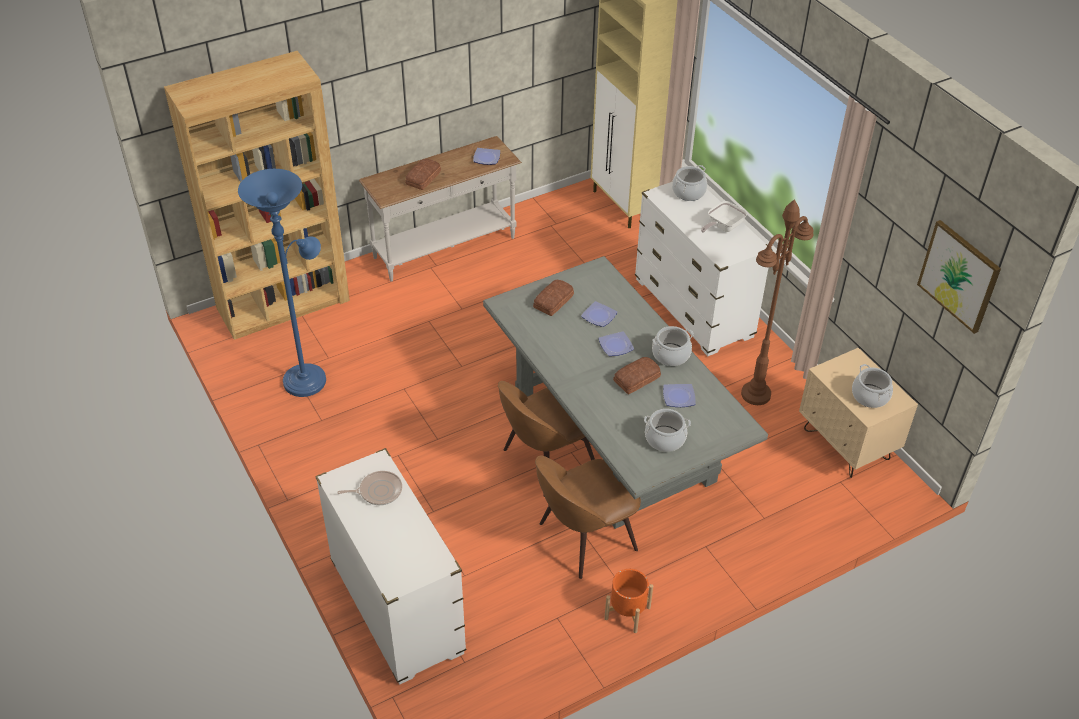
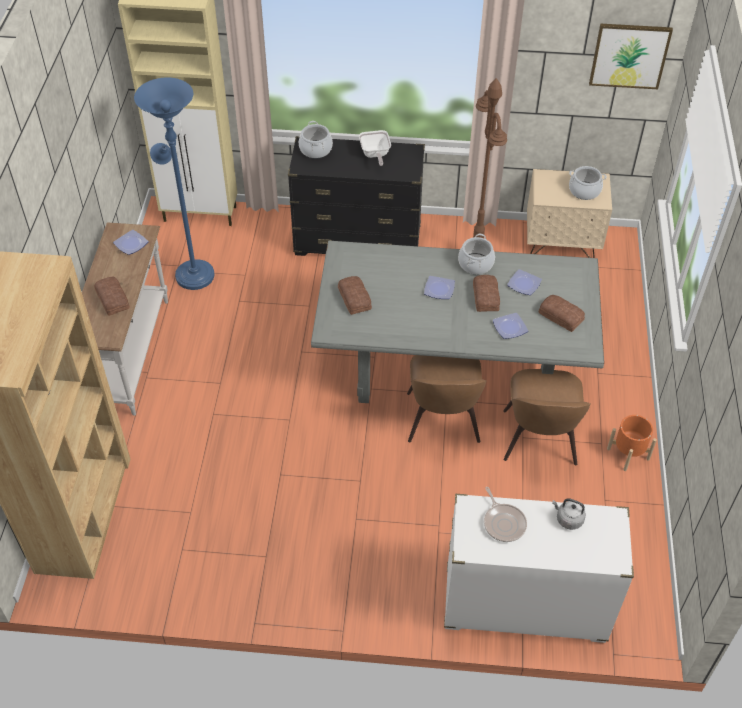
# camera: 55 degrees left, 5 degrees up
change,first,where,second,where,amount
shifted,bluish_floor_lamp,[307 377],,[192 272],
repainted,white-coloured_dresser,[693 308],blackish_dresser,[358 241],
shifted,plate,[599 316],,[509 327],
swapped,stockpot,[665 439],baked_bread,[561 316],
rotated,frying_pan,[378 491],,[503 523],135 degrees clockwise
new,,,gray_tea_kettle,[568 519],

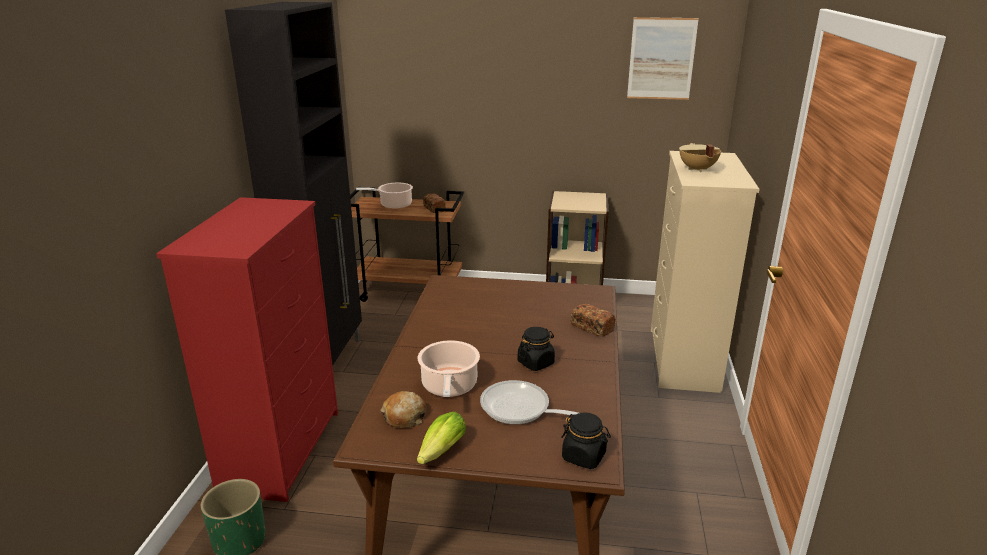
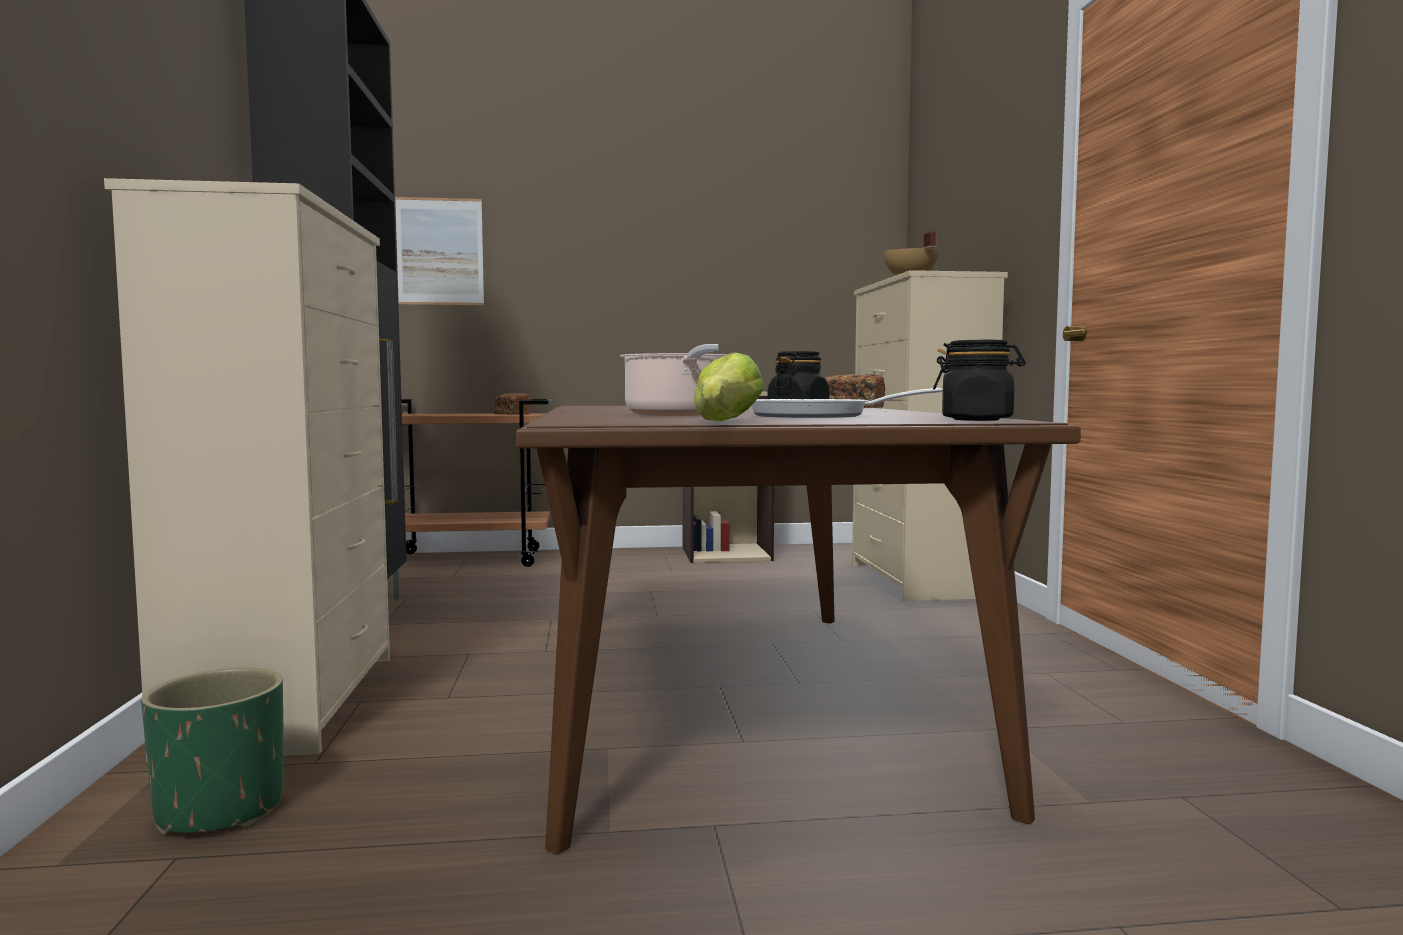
# camera: 15 degrees left, 20 degrees down
change,first,where,second,where,amount
shifted,wall_art,[661 59],,[440 251],
gone,stockpot,[394 205],,,
repainted,red_dresser,[283 449],beige-coloured_dresser,[290 701],
gone,baked_bread,[404 416],,,

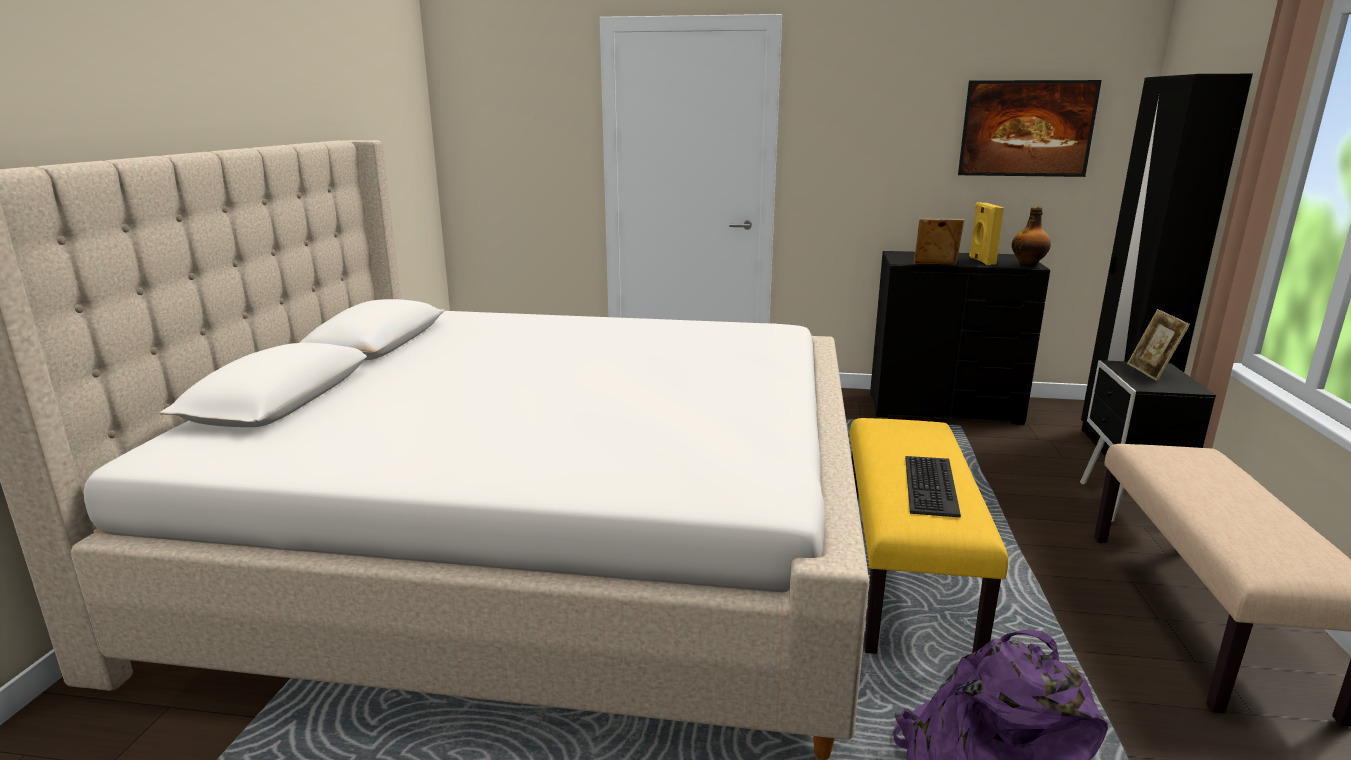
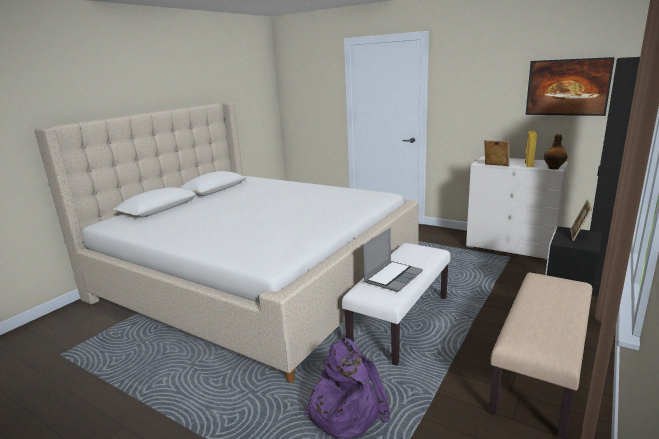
# camera: 25 degrees right, 0 degrees up
change,first,where,second,where,amount
repainted,blackish_dresser,[943 407],white-coloured_dresser,[511 246],
repainted,yellowish_bench,[903 573],white-coloured_bench,[400 321],
swapped,computer_keyboard,[929 486],laptop,[393 277],

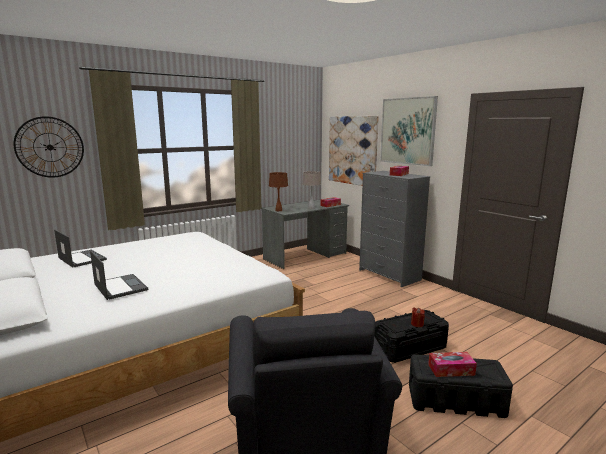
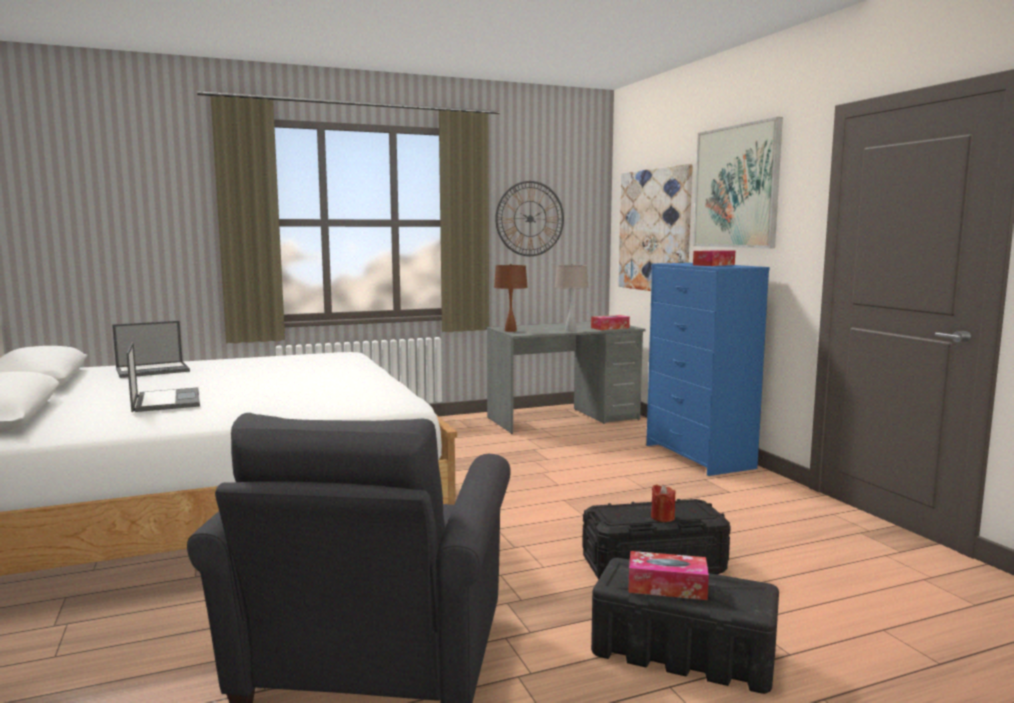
# camera: 15 degrees right, 5 degrees down
change,first,where,second,where,amount
shifted,hanging_clock,[50 147],,[530 218],
repainted,gray_dresser,[389 275],bluish_dresser,[699 456],
rotated,laptop,[82 259],,[153 370],90 degrees clockwise

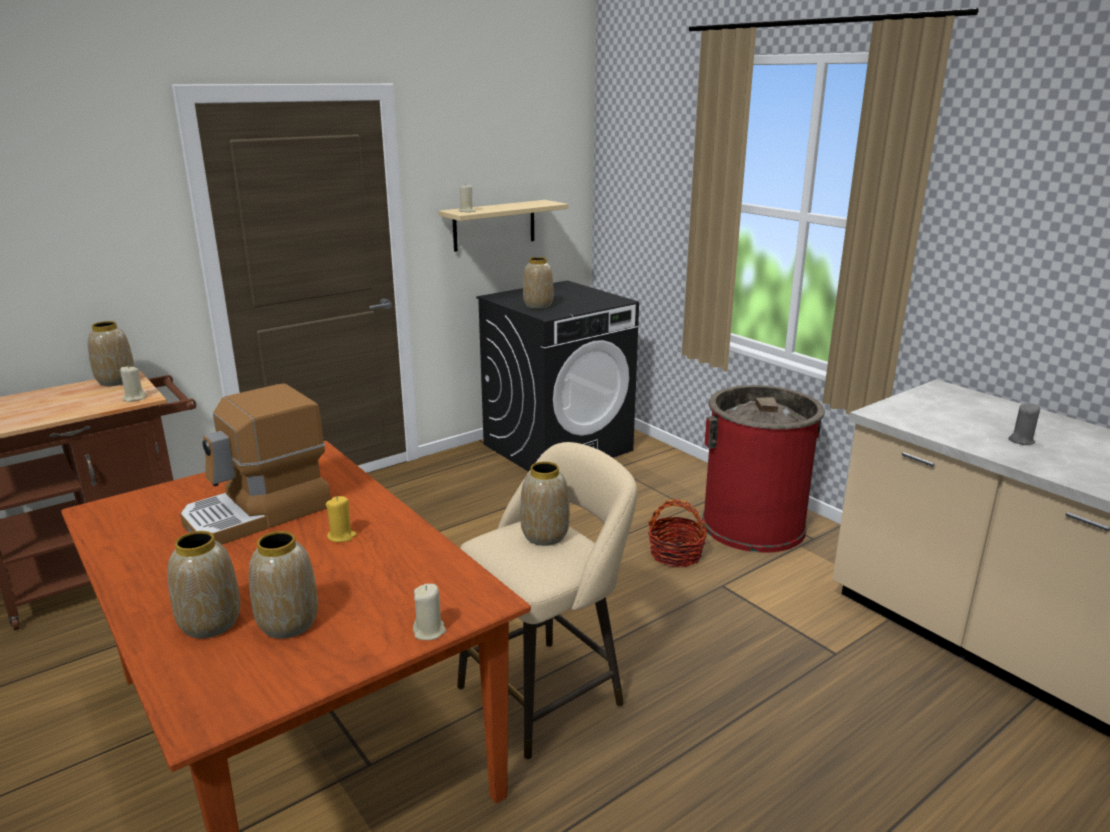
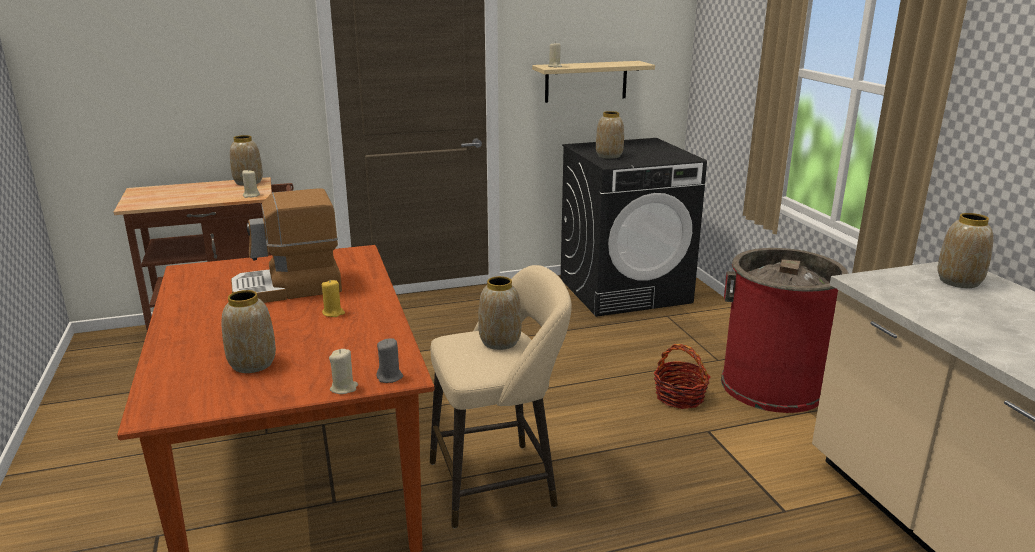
# camera: 20 degrees right, 0 degrees up
change,first,where,second,where,amount
shifted,gray_wax_candle,[1021 440],,[390 377],
shifted,flower_vase,[209 624],,[958 282],

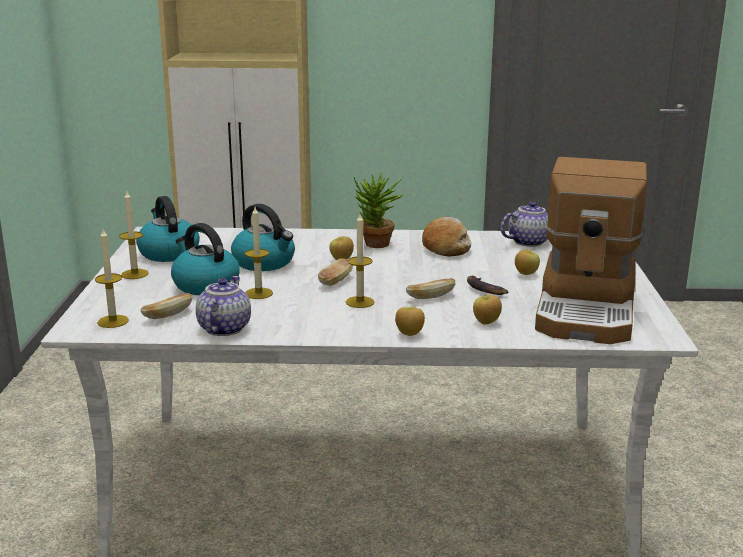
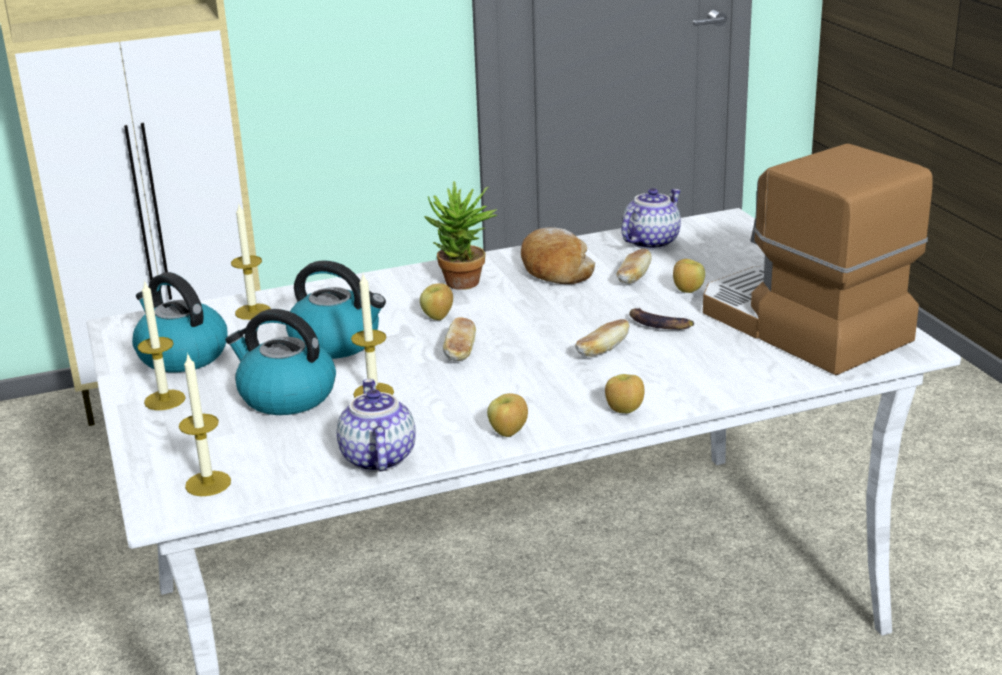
# camera: 20 degrees left, 5 degrees up
change,first,where,second,where,amount
rotated,coffee_maker,[588 309],,[800 326],150 degrees clockwise
shifted,wax_candle,[360 302],,[253 312],
shifted,baked_bread,[167 315],,[633 278],
shifted,apple,[486 322],,[508 433],

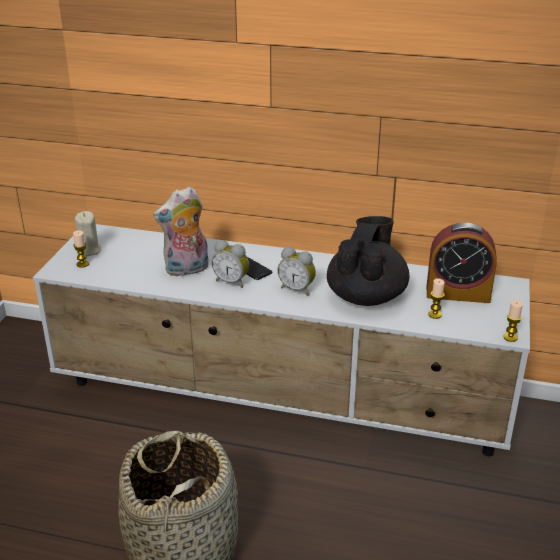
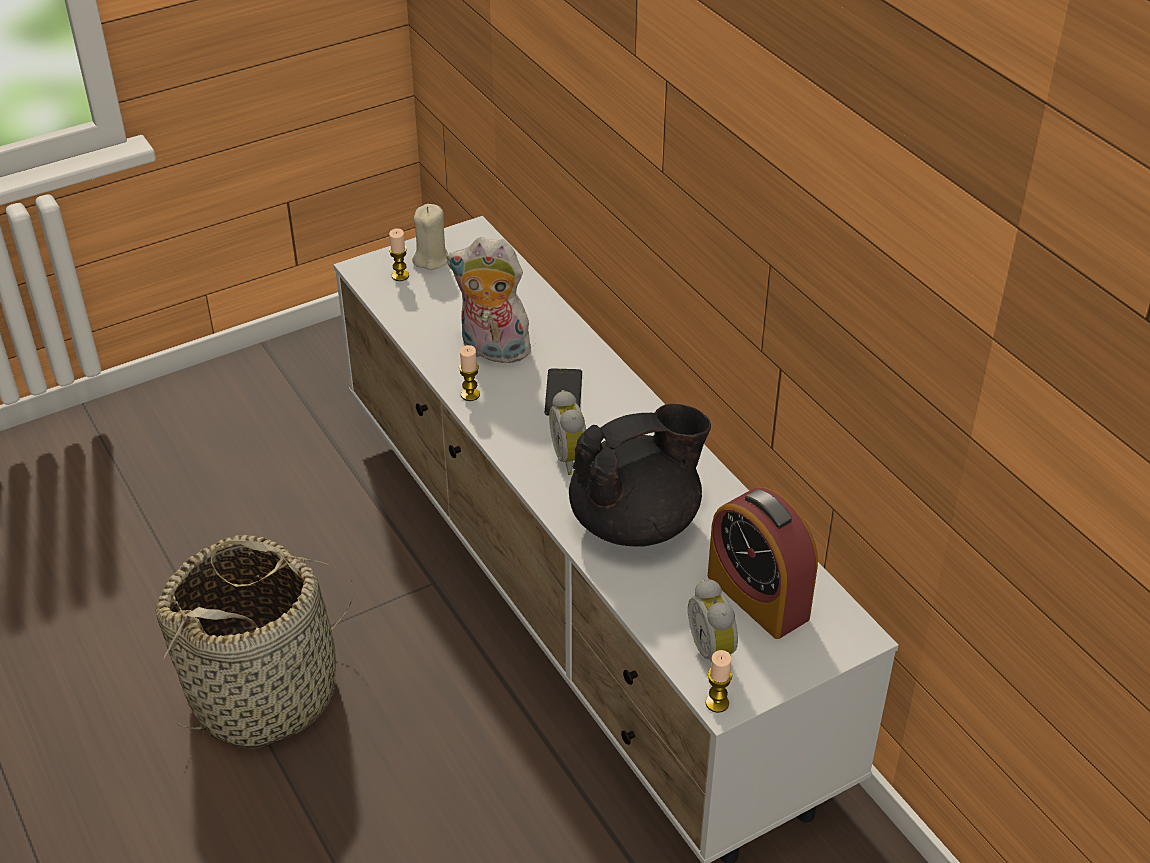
# camera: 45 degrees right, 10 degrees up
change,first,where,second,where,amount
shifted,alarm_clock,[232 282],,[714 650],
shifted,wax_candle,[435 315],,[470 395],

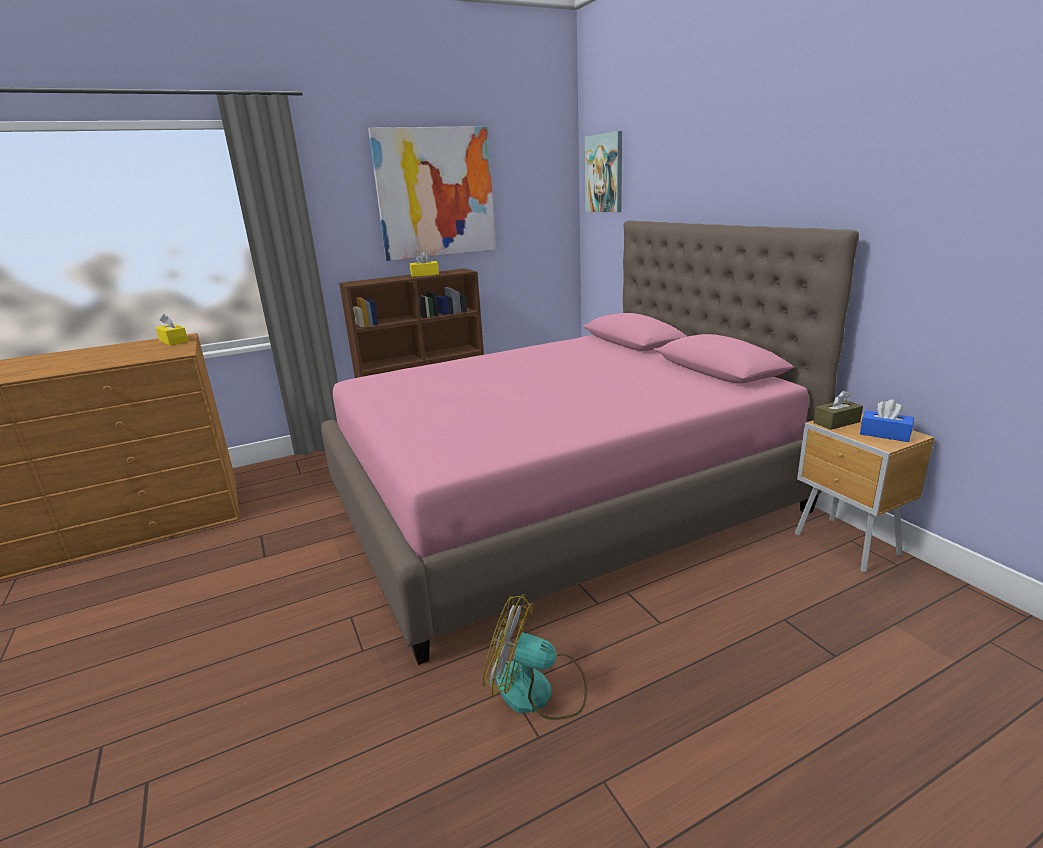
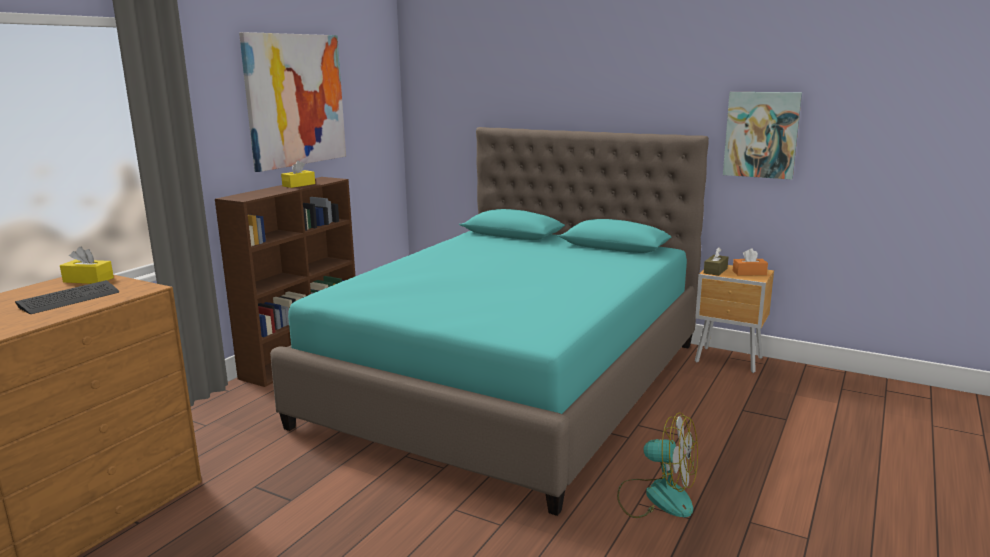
# camera: 35 degrees left, 5 degrees down
change,first,where,second,where,amount
shifted,wall_art,[604 173],,[761 134],
repainted,pink_sleeping_bed,[559 501],blue-green_sleeping_bed,[511 382],
repainted,bluish_tissue_holder,[885 434],orangey_tissue_holder,[749 273],
rotated,electric_fan,[537 691],,[657 497],135 degrees counterclockwise
new,,,computer_keyboard,[70 299],

